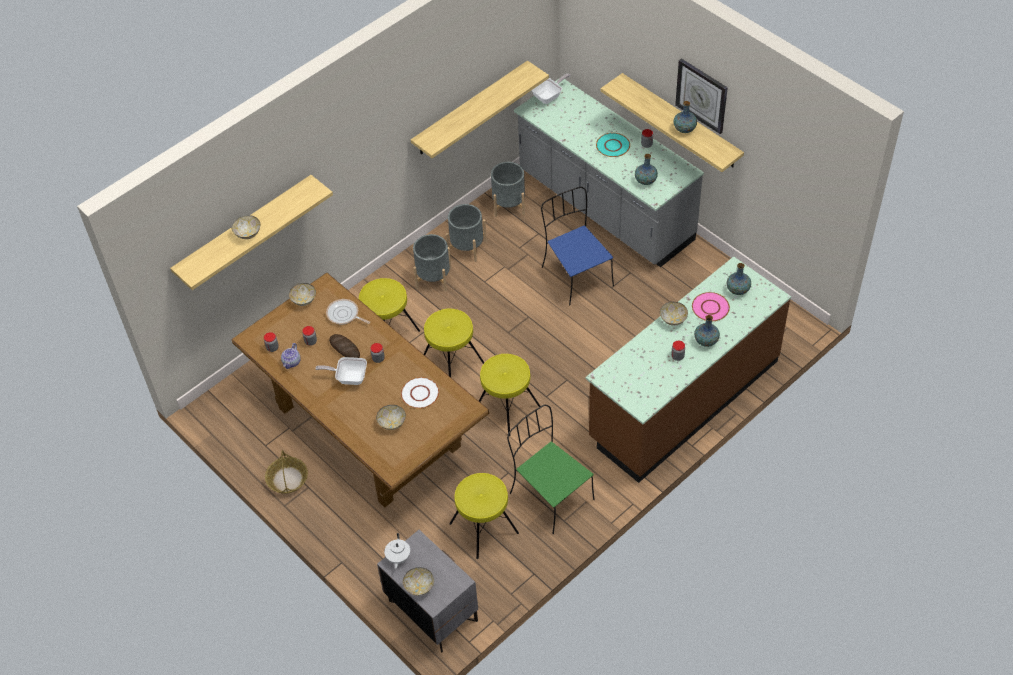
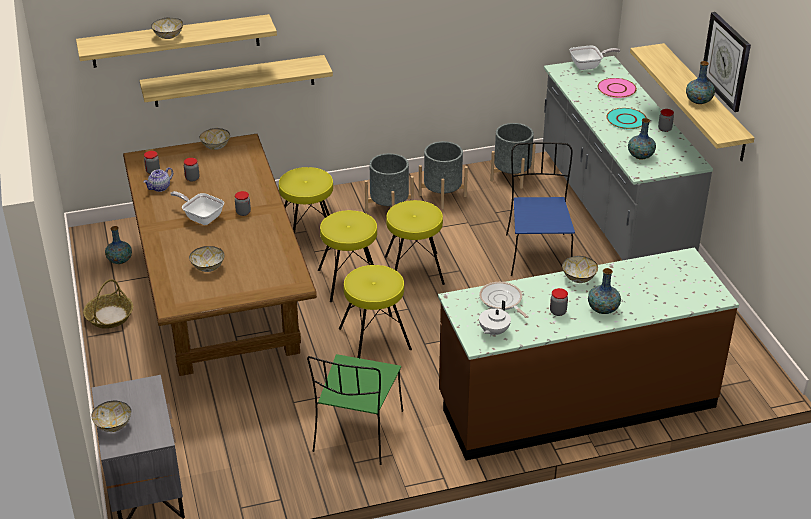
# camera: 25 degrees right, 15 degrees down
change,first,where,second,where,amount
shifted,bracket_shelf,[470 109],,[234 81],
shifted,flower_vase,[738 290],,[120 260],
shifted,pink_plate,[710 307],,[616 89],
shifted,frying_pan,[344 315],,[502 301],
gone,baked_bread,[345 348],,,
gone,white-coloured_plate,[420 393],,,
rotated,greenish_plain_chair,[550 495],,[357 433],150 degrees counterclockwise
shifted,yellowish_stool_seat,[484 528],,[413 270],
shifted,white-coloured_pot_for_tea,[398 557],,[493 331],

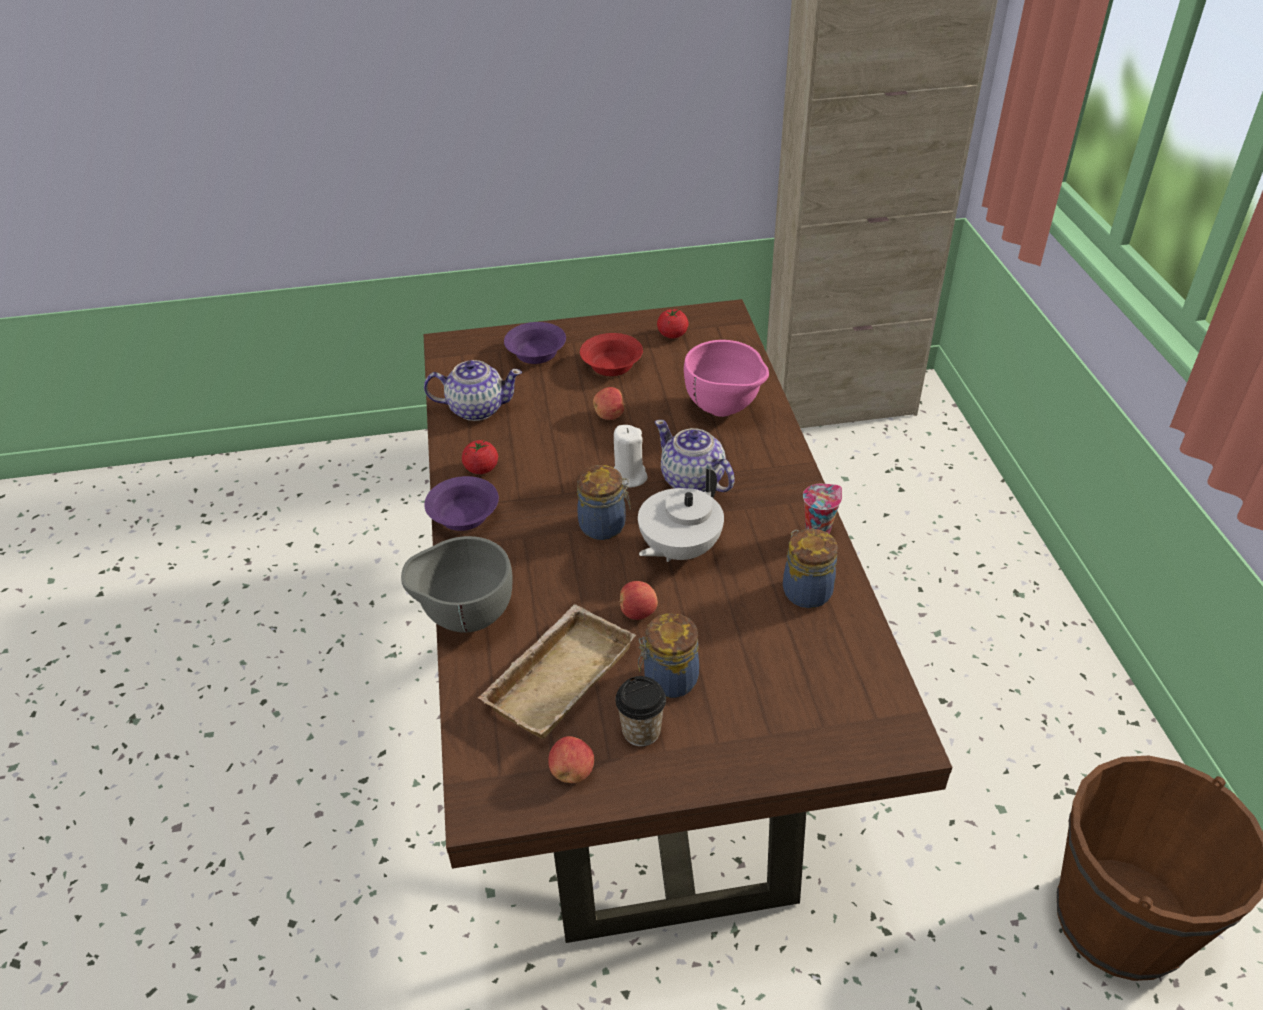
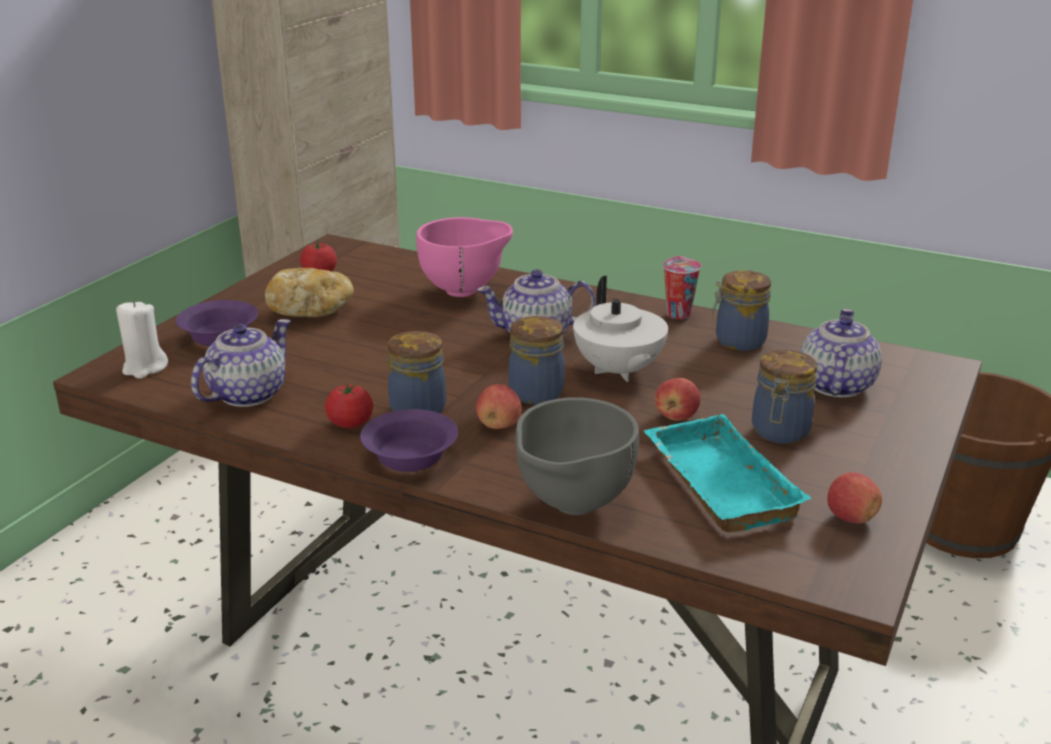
# camera: 55 degrees left, 15 degrees down
change,first,where,second,where,amount
swapped,red_deep_dish,[612 365],baked_bread,[310 310],
shifted,apple,[610 415],,[498 425],
shifted,white-coloured_wax_candle,[628 477],,[144 368],
repainted,beige-coloured_serving_tray,[558 675],blue-green_serving_tray,[715 483],
gone,small_cup,[641 731],,,
new,,,pot_for_tea,[835 385],
new,,,jar,[418 408],

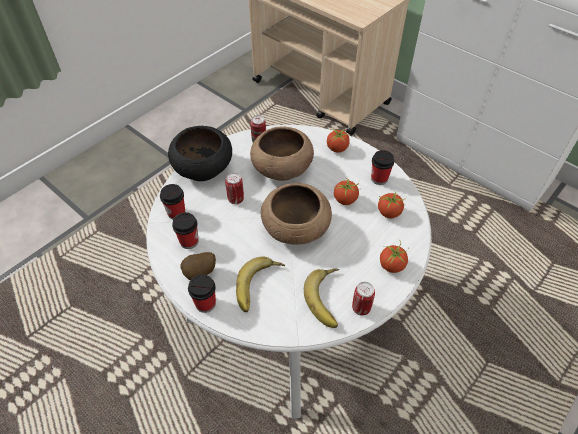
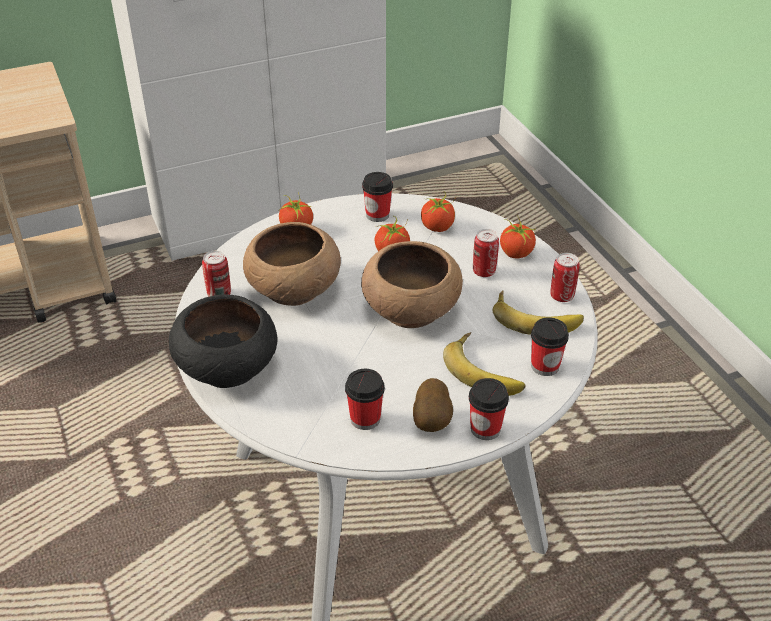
# camera: 65 degrees left, 10 degrees down
change,first,where,second,where,amount
shifted,metal_can,[236 199],,[484 271],
shifted,small_cup,[176 213],,[545 366],

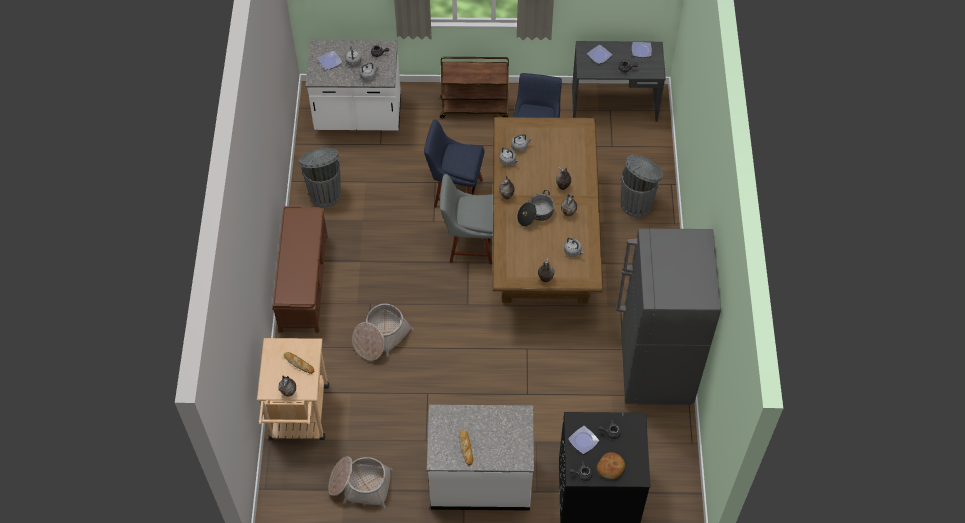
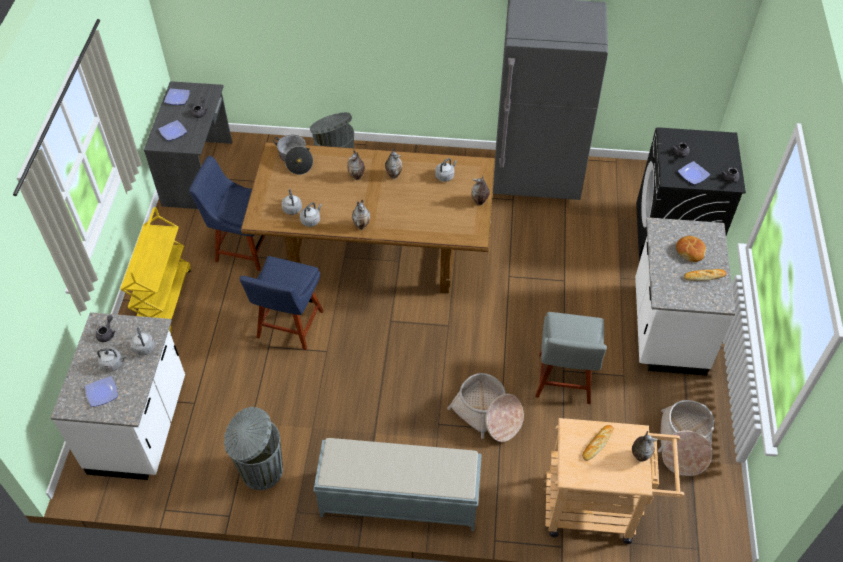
# camera: 85 degrees left, 5 degrees down
change,first,where,second,where,amount
repainted,brown-coloured_wheeled_cart,[475 107],yellowish_wheeled_cart,[164 299],
shifted,gray_plain_chair,[469 244],,[564 381],
shifted,stockpot,[535 214],,[295 160],
repainted,brown-coloured_bench,[304 281],gray_bench,[398 500],
shifted,baked_bread,[611 467],,[690 251],

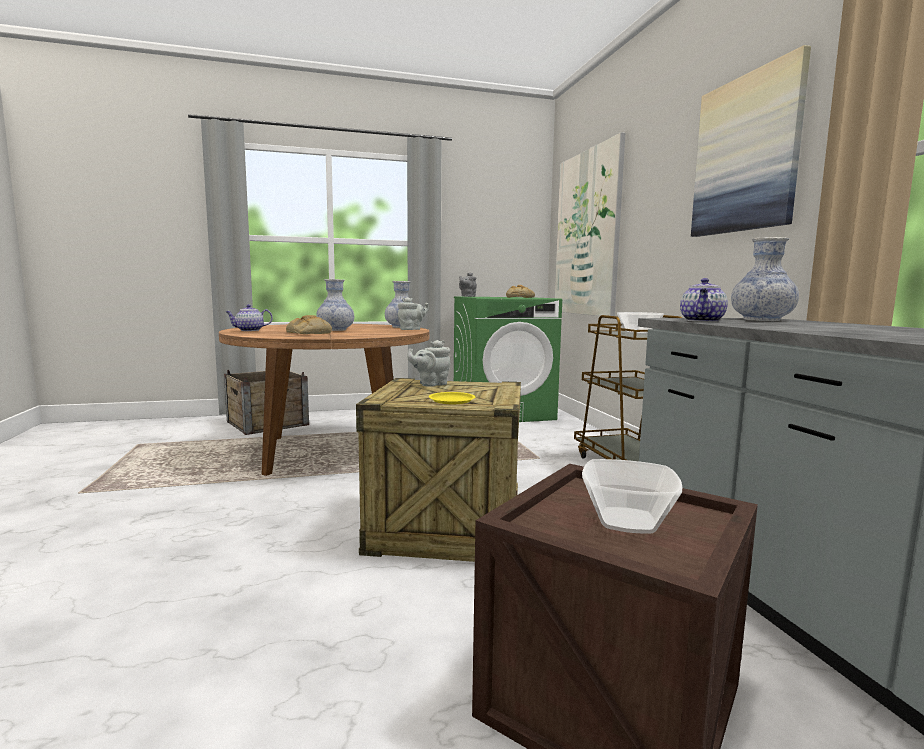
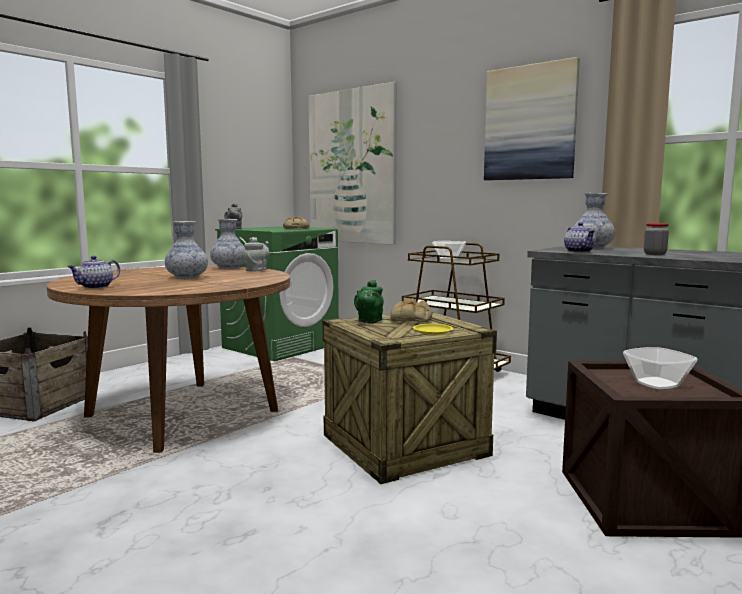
# camera: 35 degrees left, 0 degrees up
change,first,where,second,where,amount
shifted,baked_bread,[309 333],,[411 319],
repainted,gray_pot_for_tea,[431 384],greenish_pot_for_tea,[369 321],
new,,,jar,[655 254],

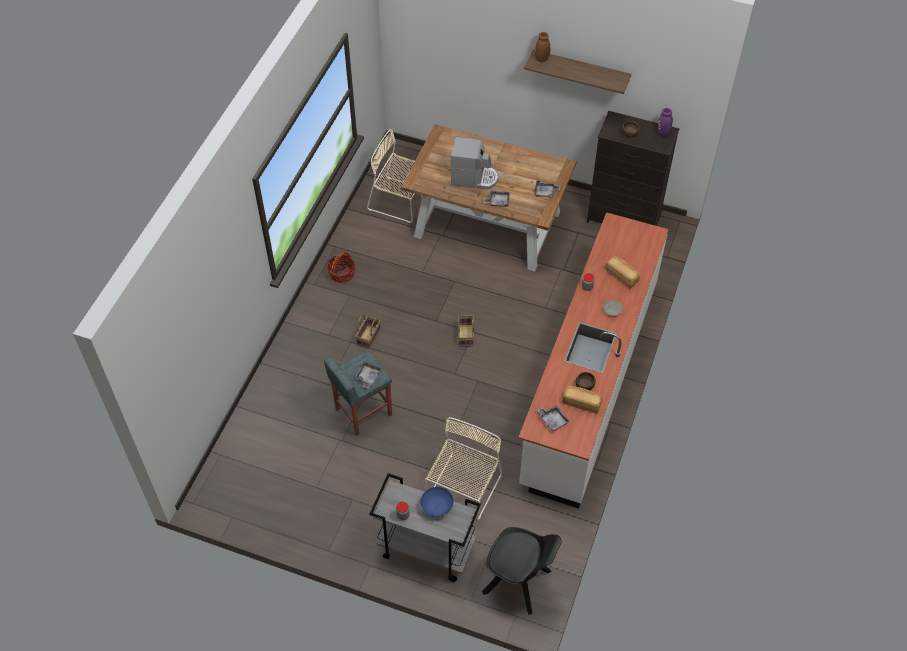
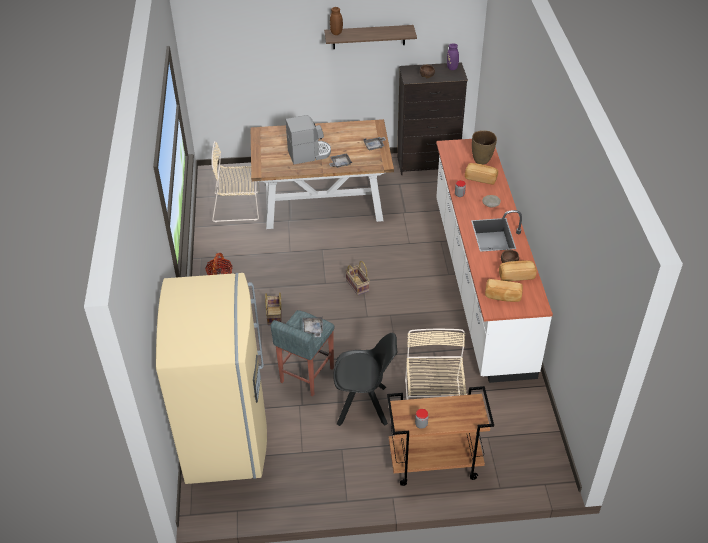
# camera: 25 degrees left, 10 degrees down
change,first,where,second,where,amount
swapped,gray_serving_tray,[553 420],baked_bread,[503 296],
repainted,gray_wheeled_cart,[425 550],brown-coloured_wheeled_cart,[434 464],
gone,bluish_deep_dish,[436 507],,,
shifted,blackish_plain_chair,[519 583],,[364 406],
new,,,brown-coloured_flower_vase,[482 160],
new,,,beige-coloured_refrigerator,[227 436],

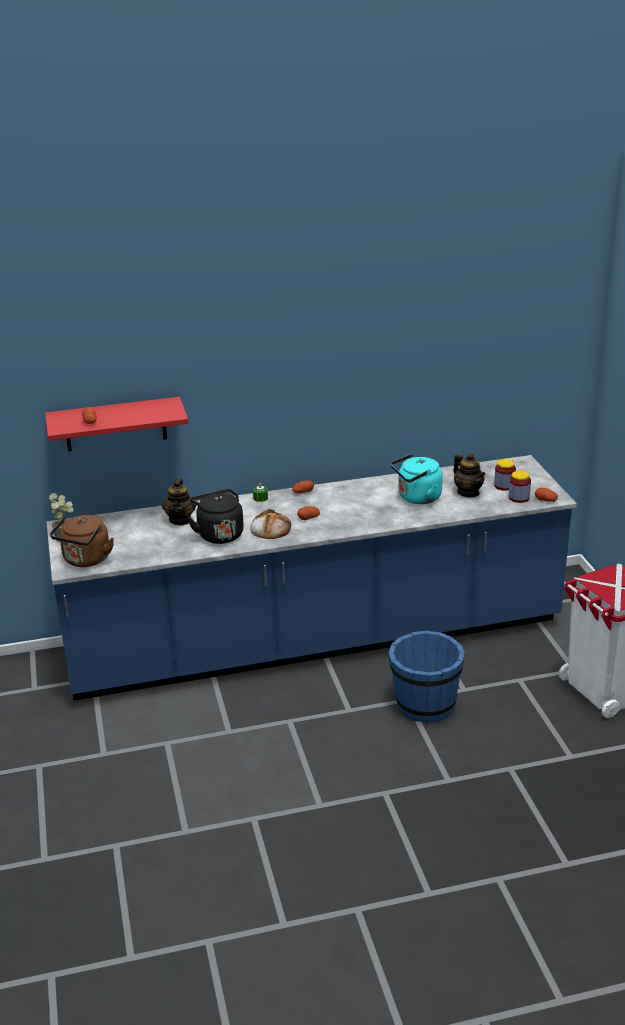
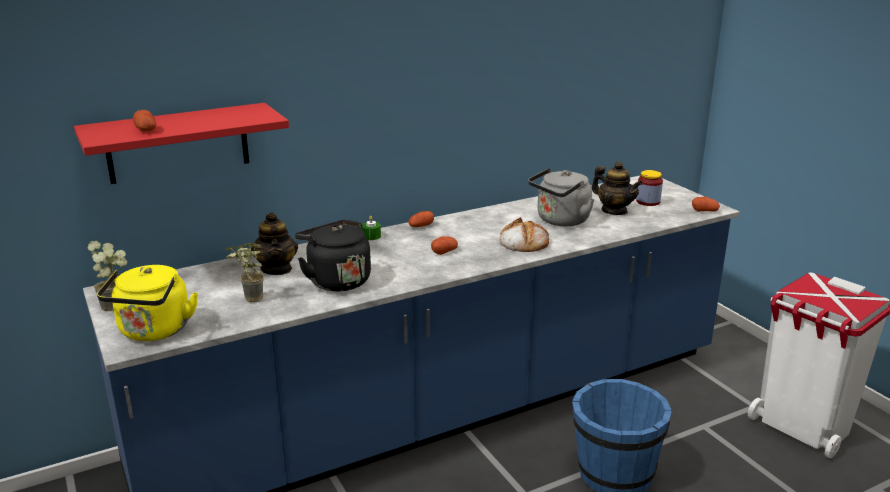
# camera: 15 degrees left, 5 degrees down
change,first,where,second,where,amount
repainted,blue-green_tea_kettle,[417 498],gray_tea_kettle,[560 221],
gone,jar,[519 498],,,
shifted,baked_bread,[270 528],,[523 241],
repainted,brown-coloured_tea_kettle,[85 560],yellowish_tea_kettle,[154 332],
new,,,houseplant,[249 300],

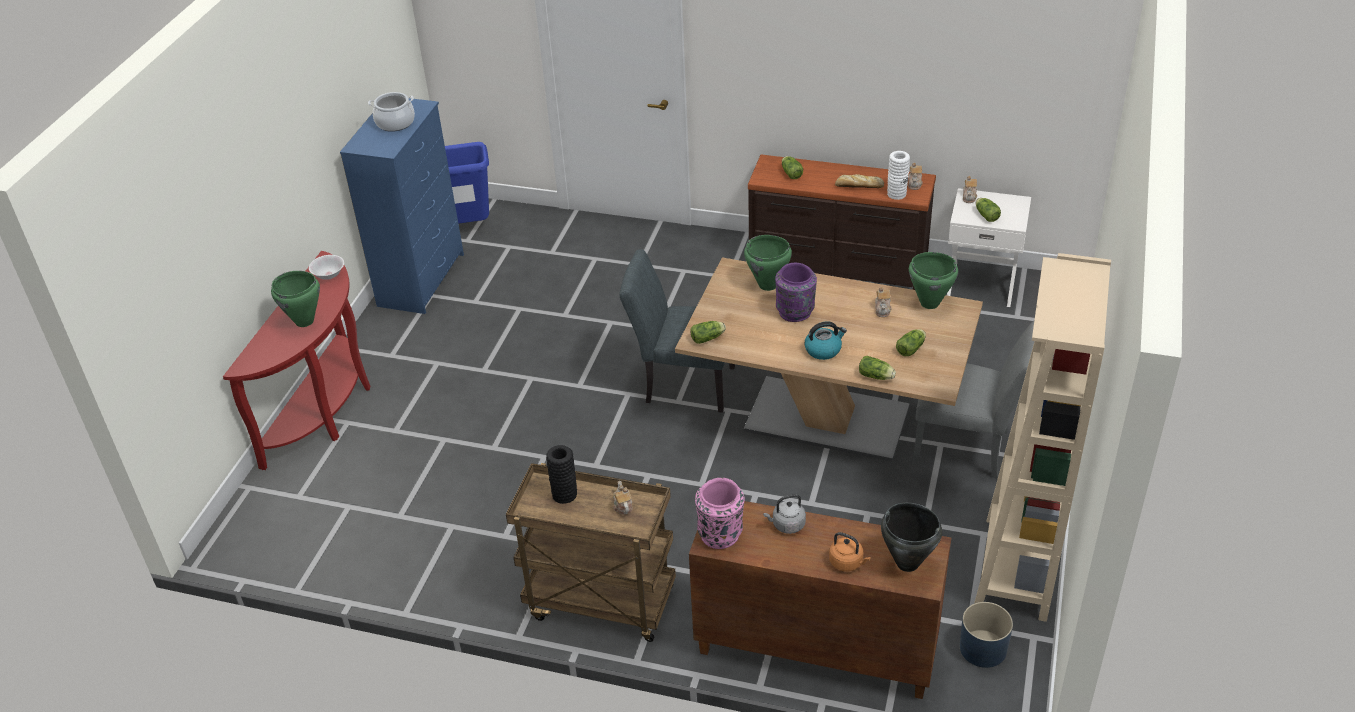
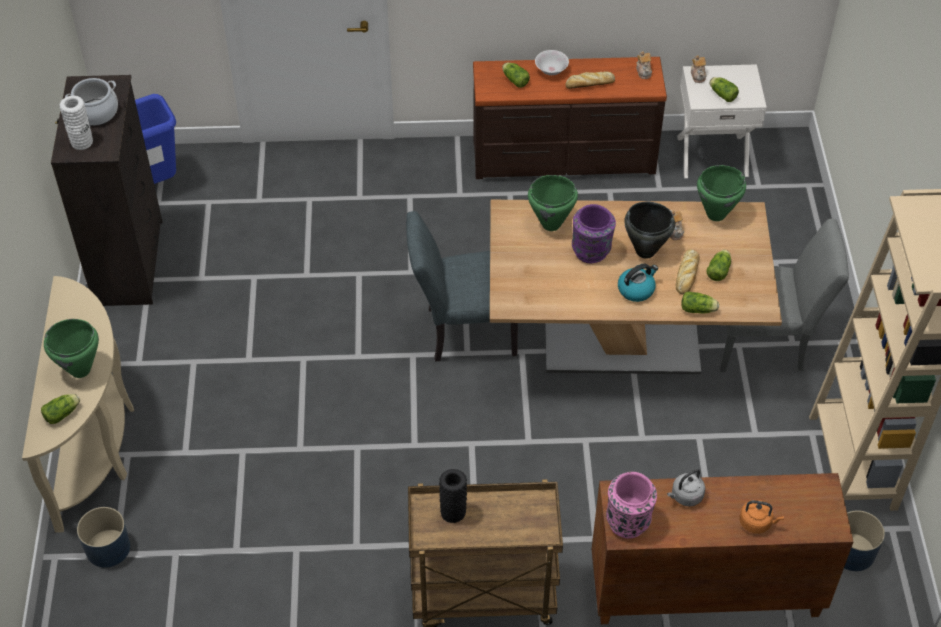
# camera: 20 degrees left, 10 degrees up
change,first,where,second,where,amount
repainted,bluish_dresser,[422 279],blackish_dresser,[130 262],
shifted,white-coloured_flower_vase,[896 194],,[82 142],
repainted,red_narrow_table,[326 409],beige-coloured_narrow_table,[97 444],
shifted,white-coloured_deep_dish,[328 275],,[551 70],
shifted,lettuce_head,[708 338],,[63 413],
gone,pot_for_tea,[622 505],,,
shifted,blackish_stockpot,[907 562],,[645 251],
new,,,baked_bread,[687 275],
new,,,bluish_plant_pot,[107 548],

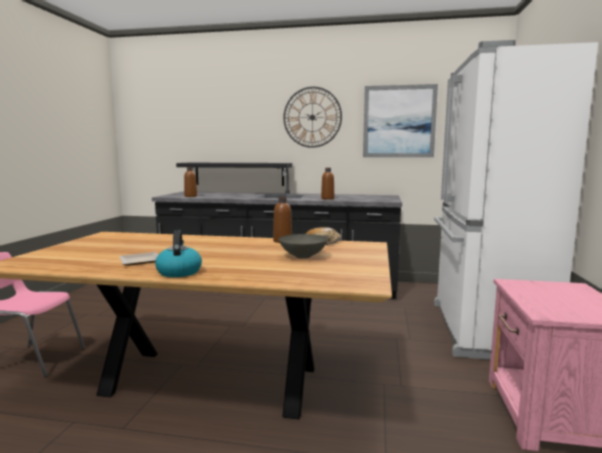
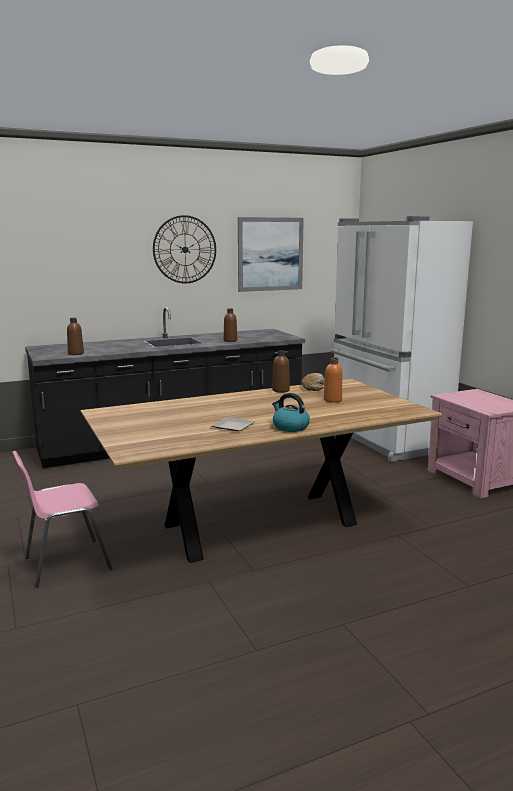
# camera: 35 degrees left, 5 degrees up
change,first,where,second,where,amount
gone,blackish_bracket_shelf,[239 174],,,
swapped,gray_deep_dish,[302 256],orangey_bottle,[332 400],

